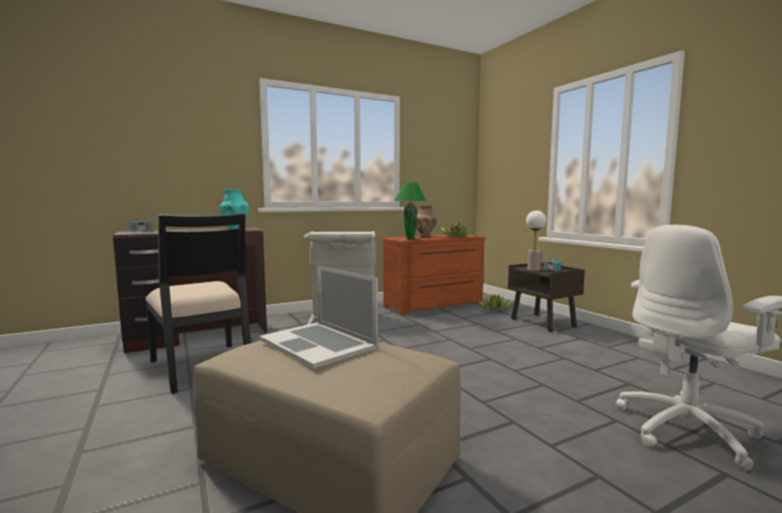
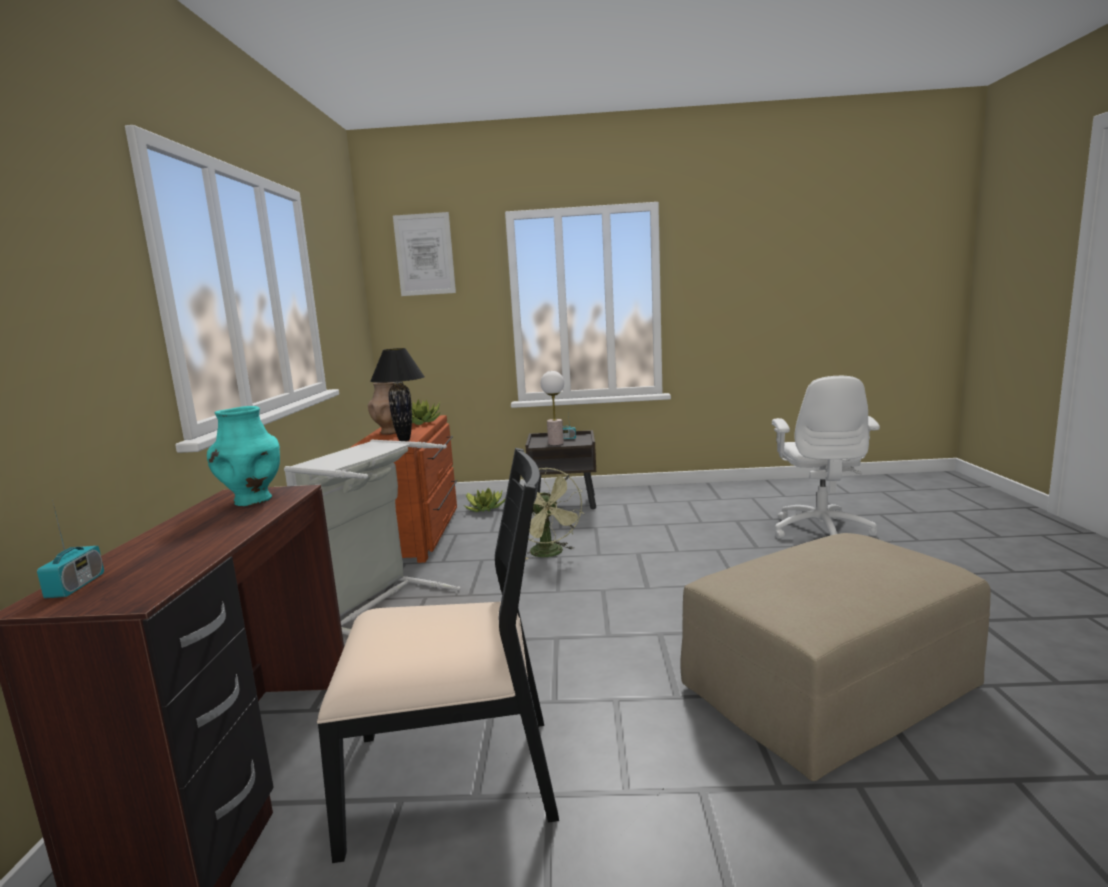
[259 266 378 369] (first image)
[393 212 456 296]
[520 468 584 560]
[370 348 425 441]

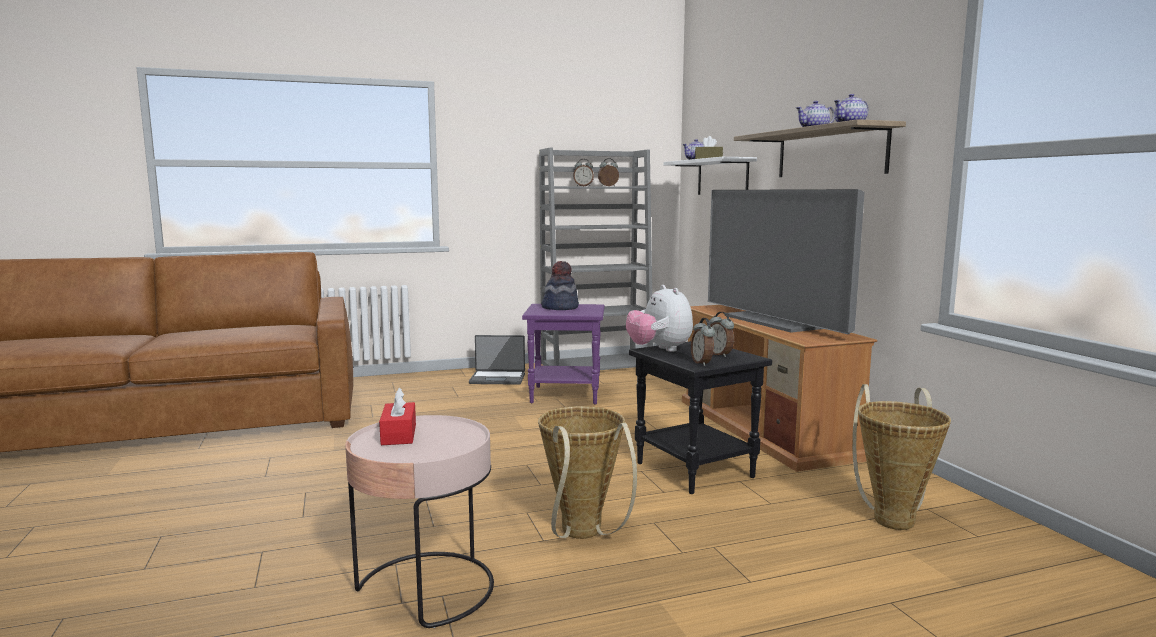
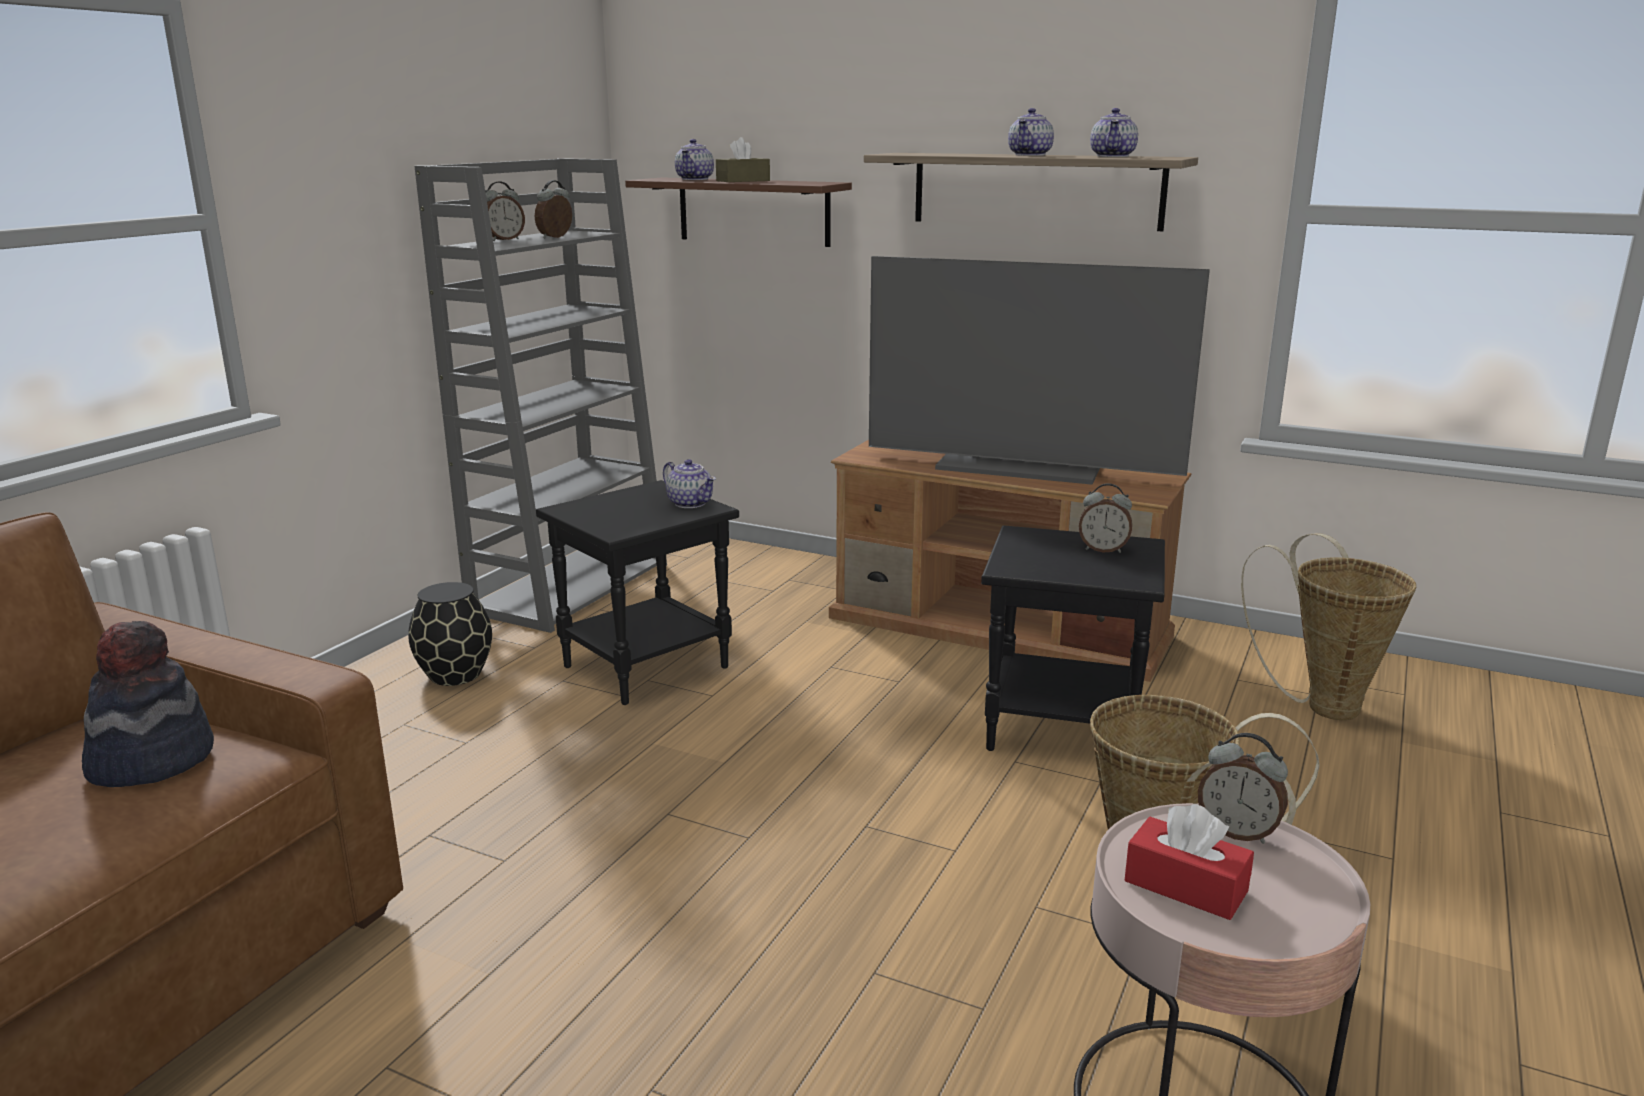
[626 285 693 352] (first image)
[663 459 716 508]
[82 621 214 787]
[1198 733 1288 844]
[408 582 492 686]
[536 480 739 705]
[625 177 852 247]

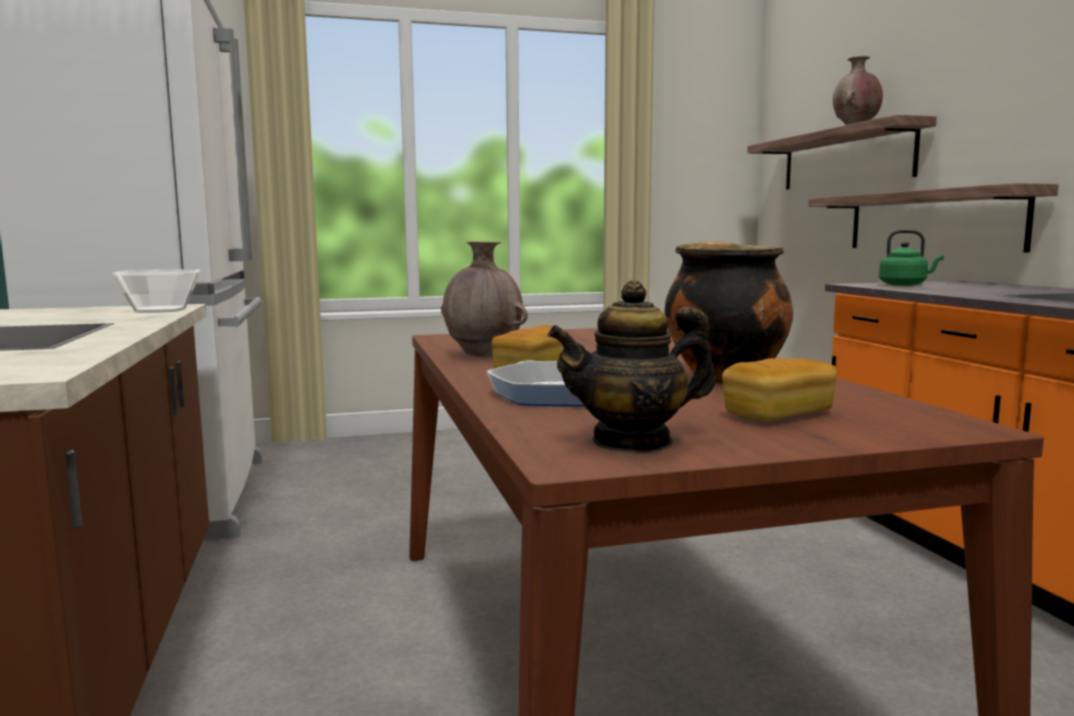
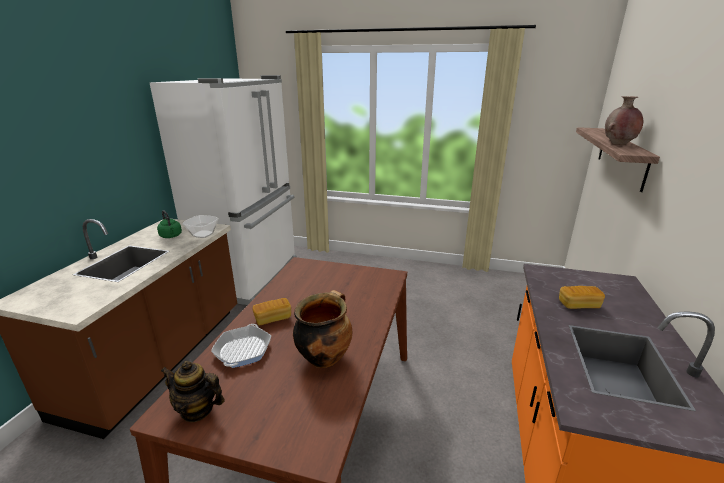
[441 241 528 357] (first image)
[808 183 1059 253] (first image)
[559 286 605 309]
[157 211 182 238]

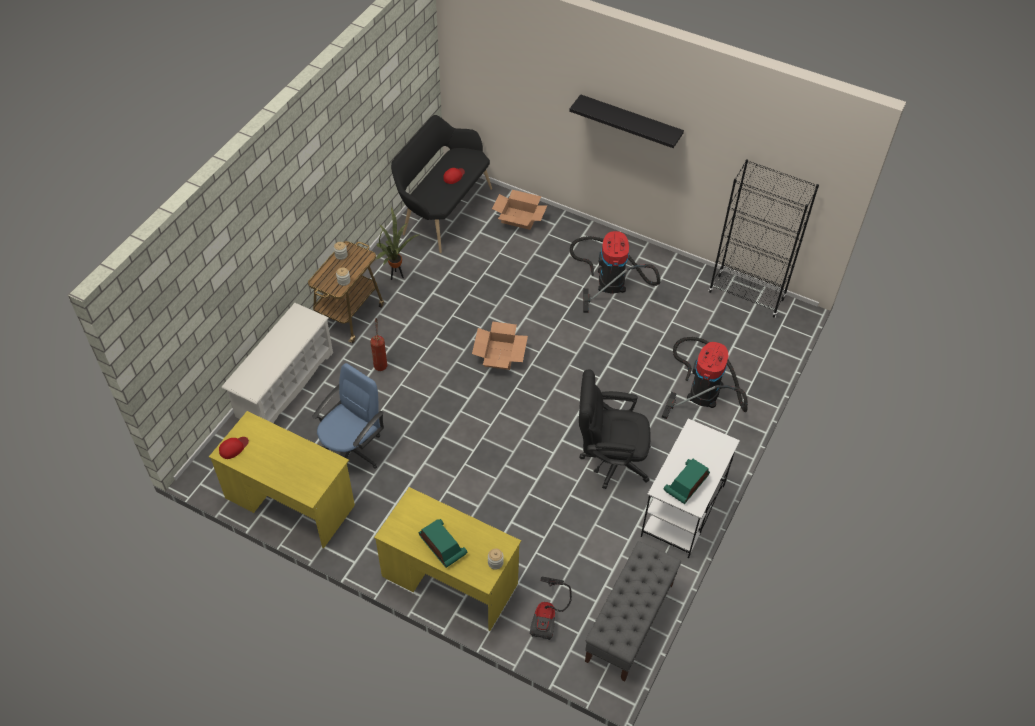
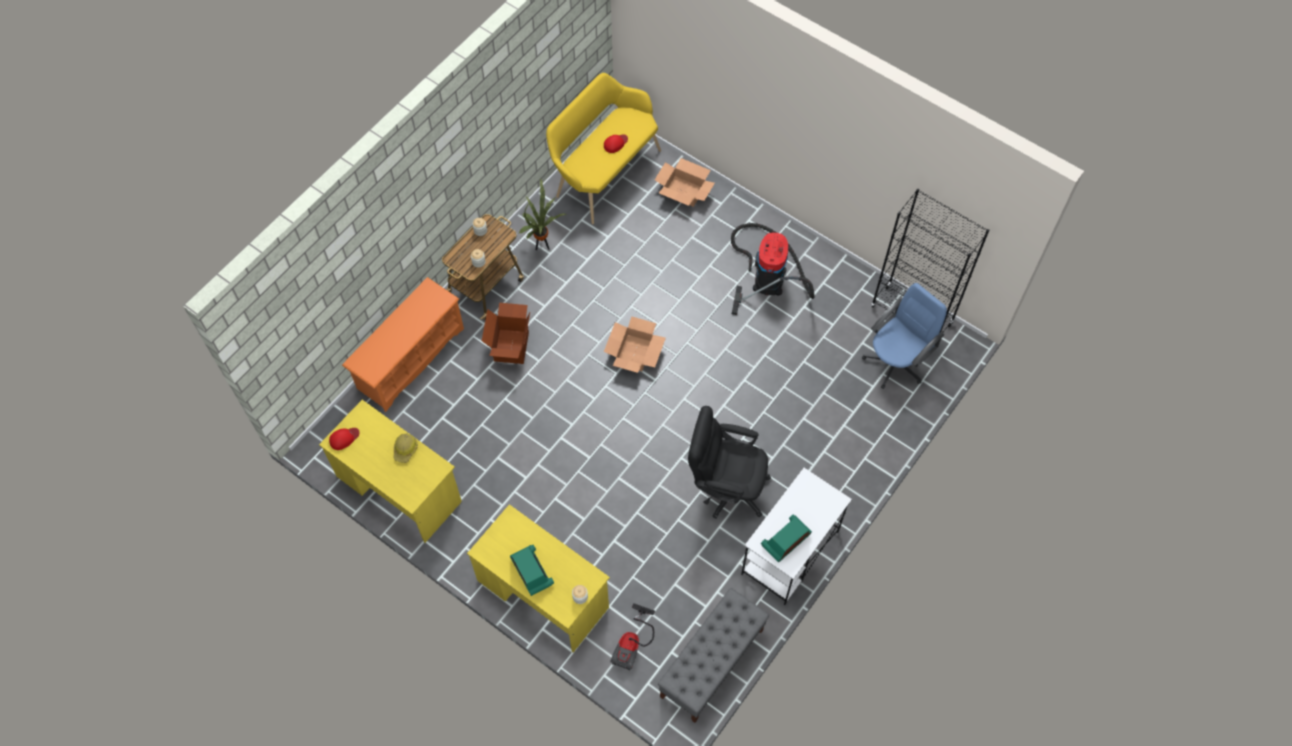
[569 94 684 148] (first image)
[662 337 748 419] (first image)
[394 434 418 463]
[862 283 947 389]
[482 303 530 364]
[342 277 464 412]
[546 73 661 224]

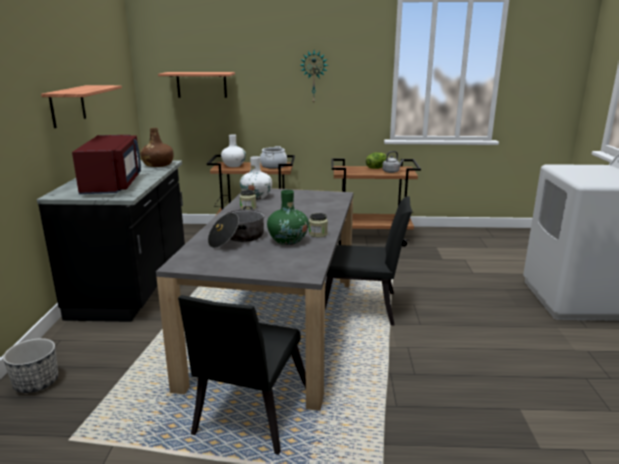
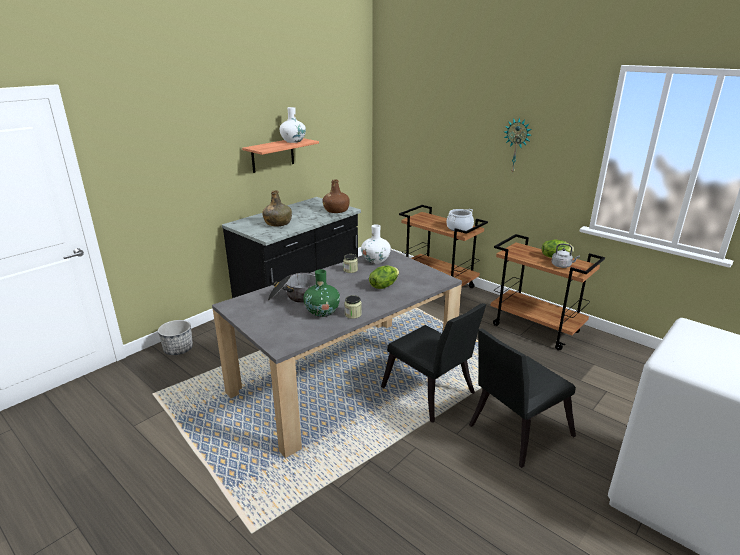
[158 72 235 98] (first image)
[369 265 399 289]
[469 329 576 468]
[280 107 306 143]
[262 190 292 227]

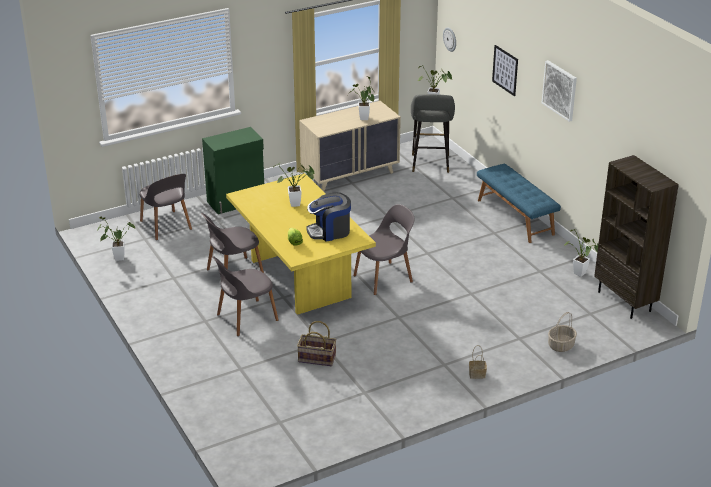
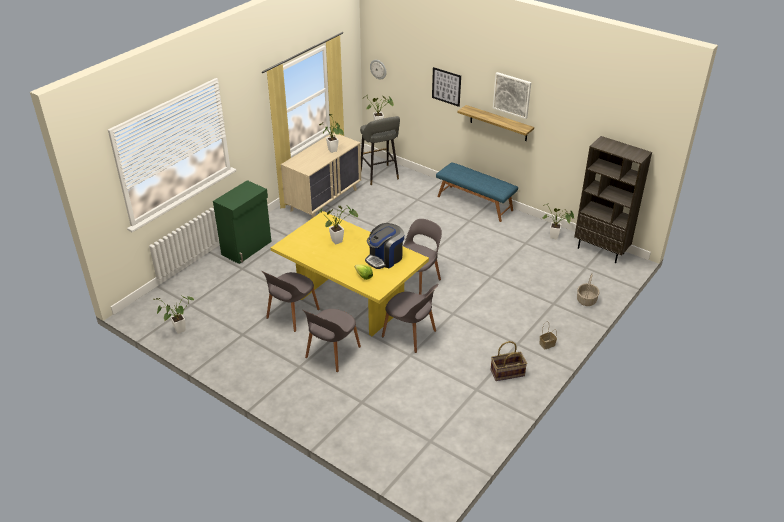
[457 105 534 141]
[382 284 438 353]
[491 341 527 381]

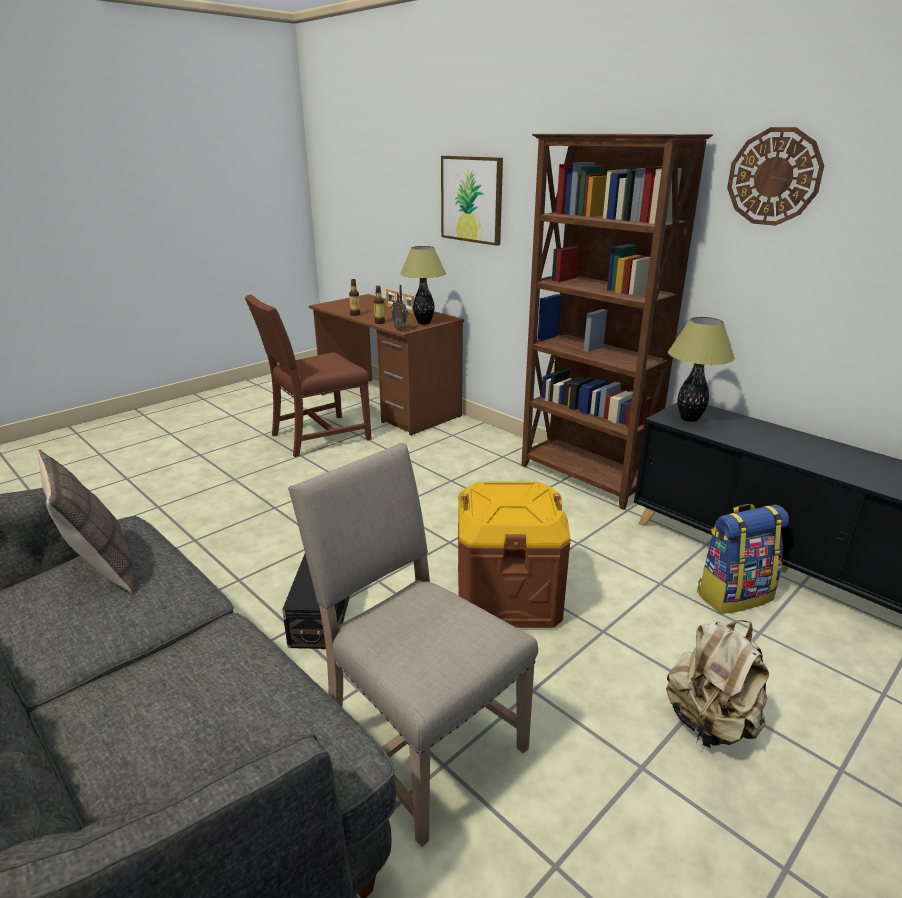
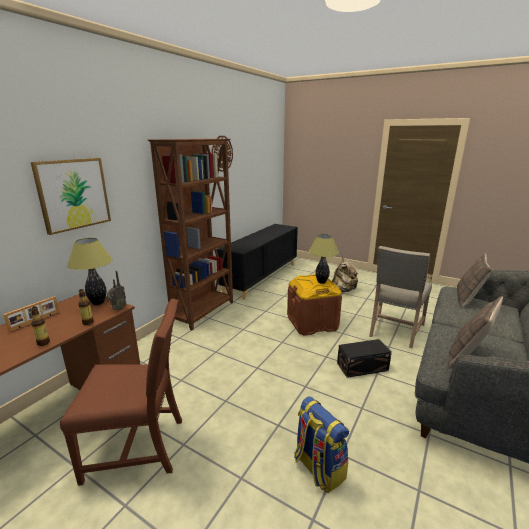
[457 253 493 308]
[309 234 339 284]
[294 396 349 493]
[60 299 182 486]

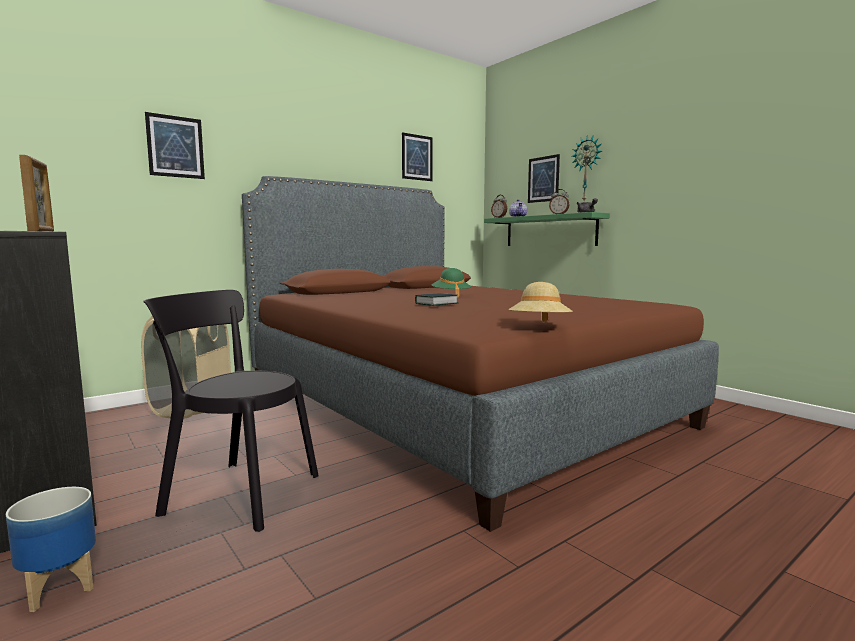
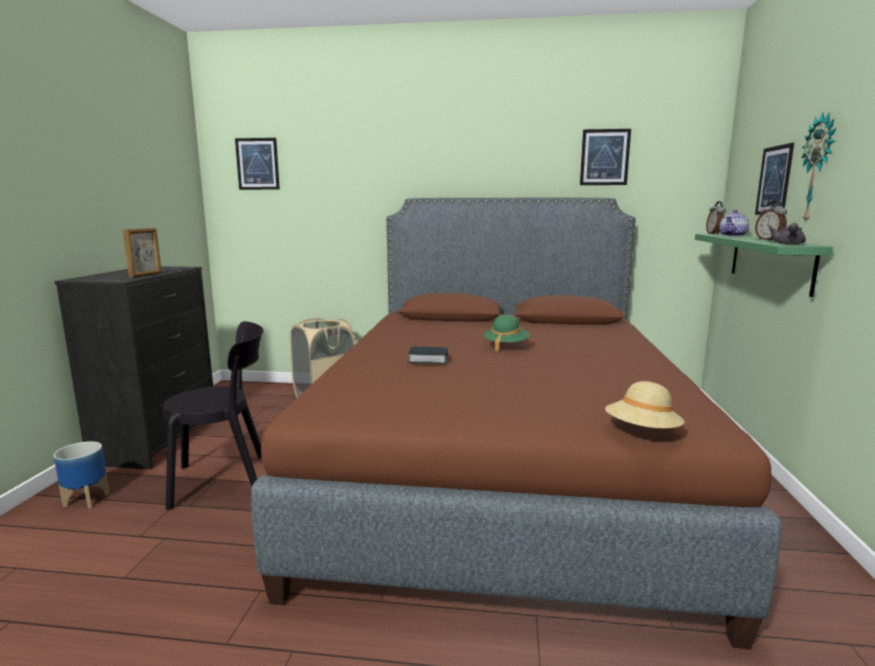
[235 138 280 190]
[605 381 685 429]
[163 321 264 510]

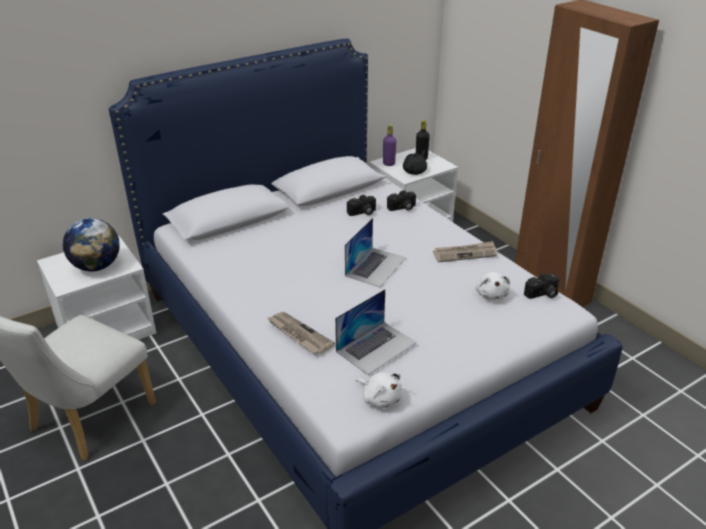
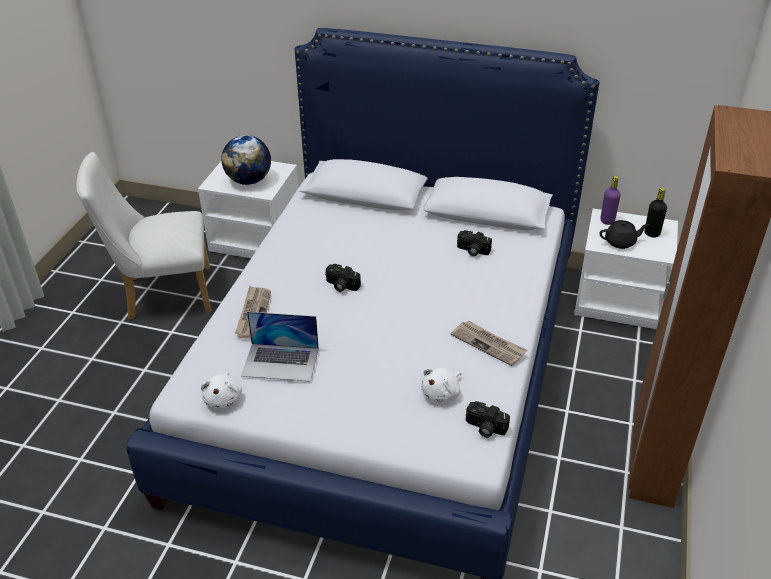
[345 218 406 288] (first image)
[325 264 361 292]

